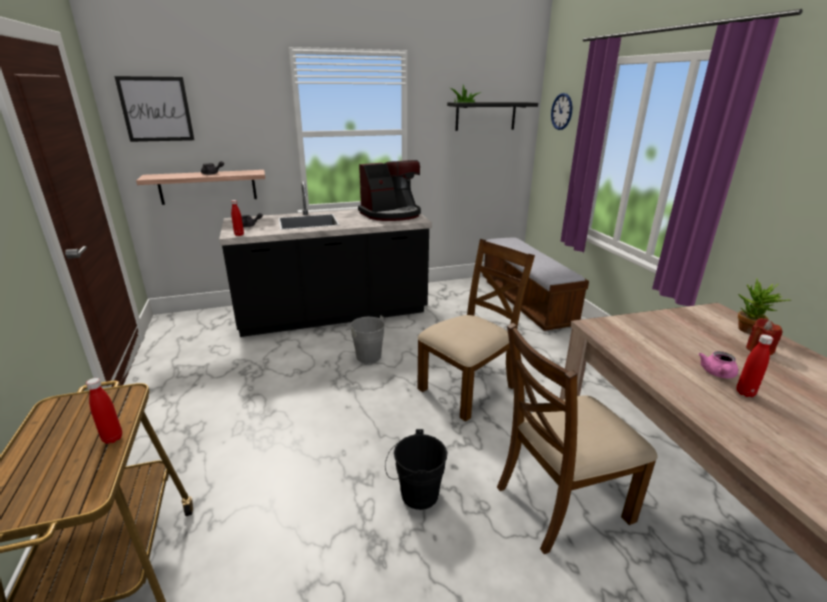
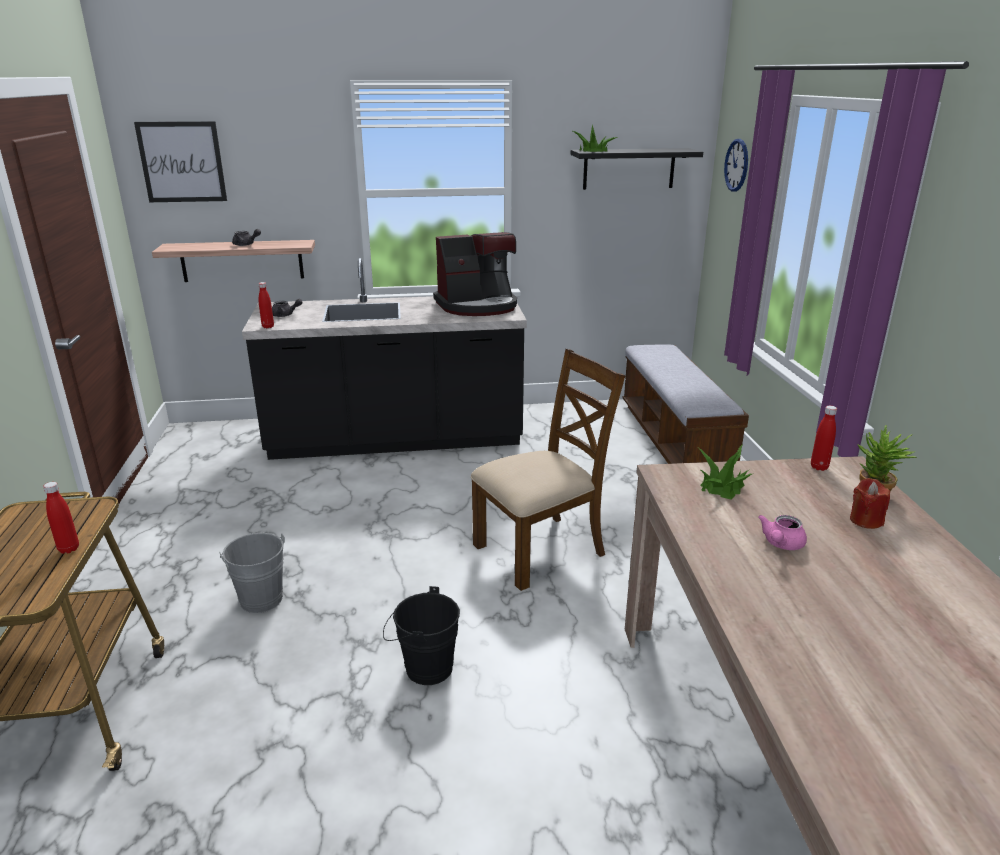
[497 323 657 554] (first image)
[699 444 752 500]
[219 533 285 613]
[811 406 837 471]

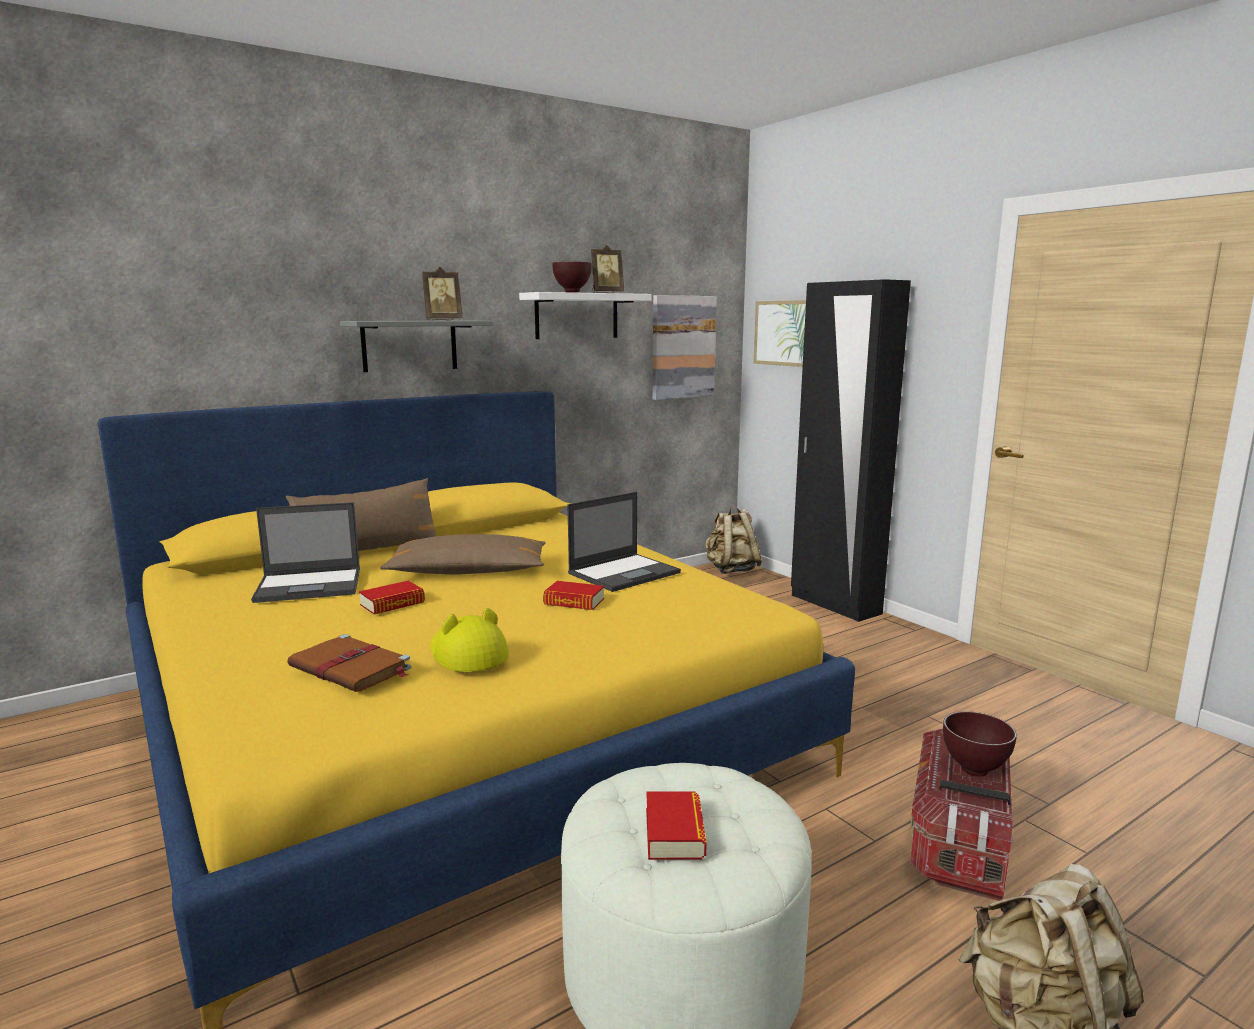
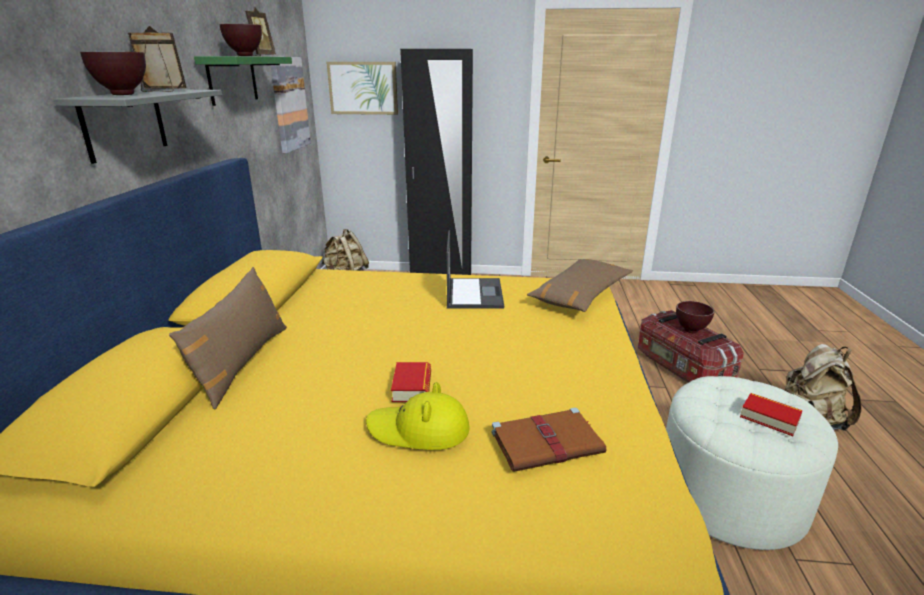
[251 502 360 603] (first image)
[543 581 604 610] (first image)
[80 52 146 95]
[527 259 633 312]
[366 382 470 450]
[194 56 292 106]
[128 26 187 92]

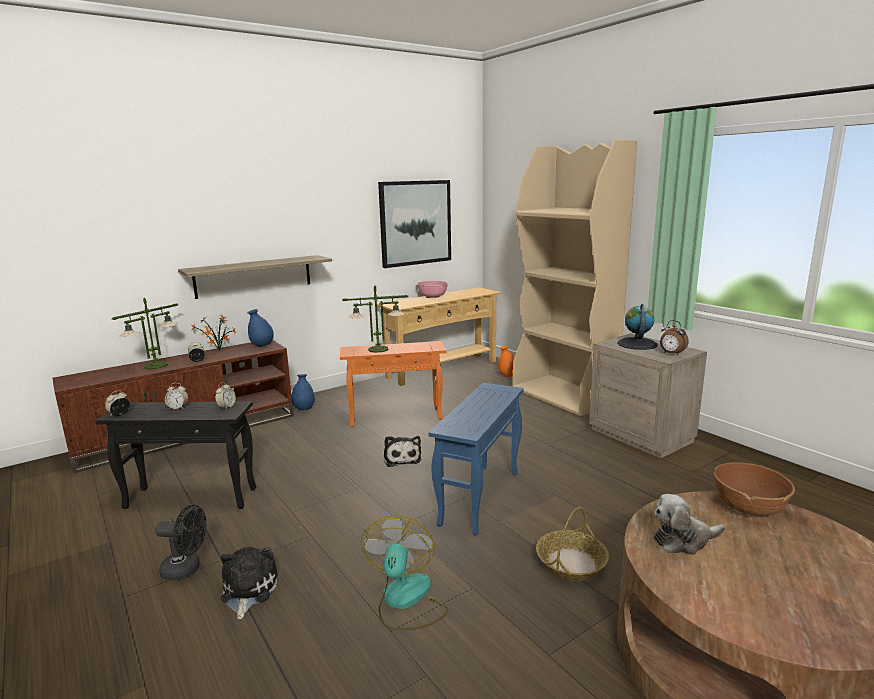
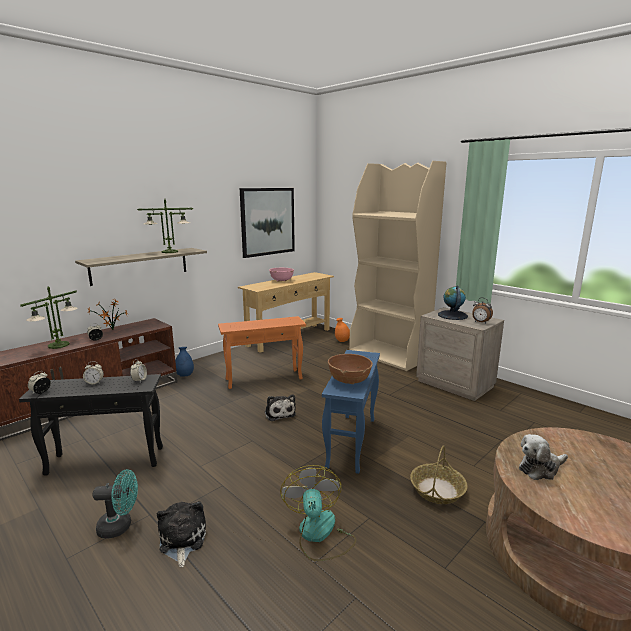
[248 309 274 347] (first image)
[137 198 193 253]
[328 354 373 384]
[93 469 138 538]

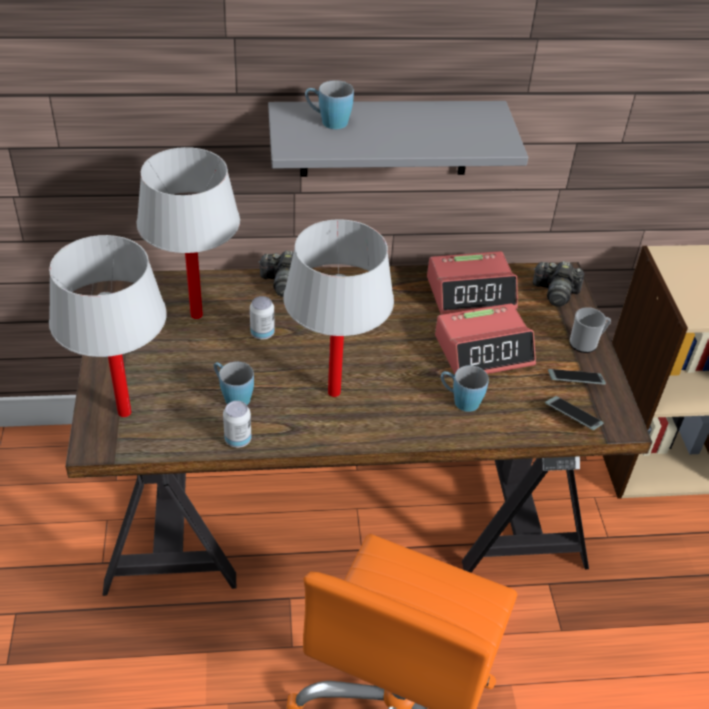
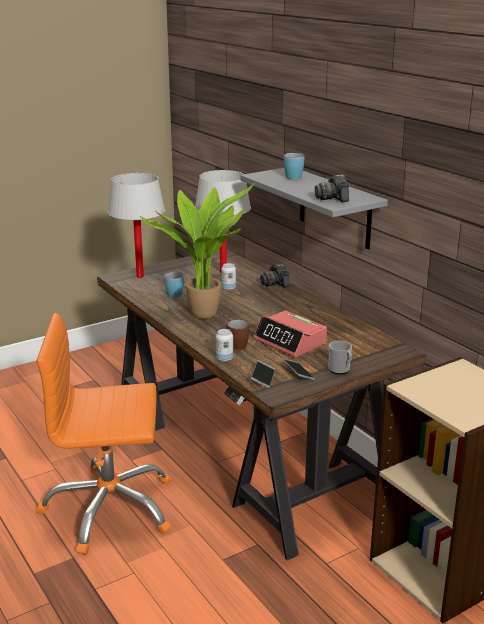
[427 251 518 315] (first image)
[216 329 233 362]
[315 174 349 202]
[140 182 255 319]
[227 319 250 350]

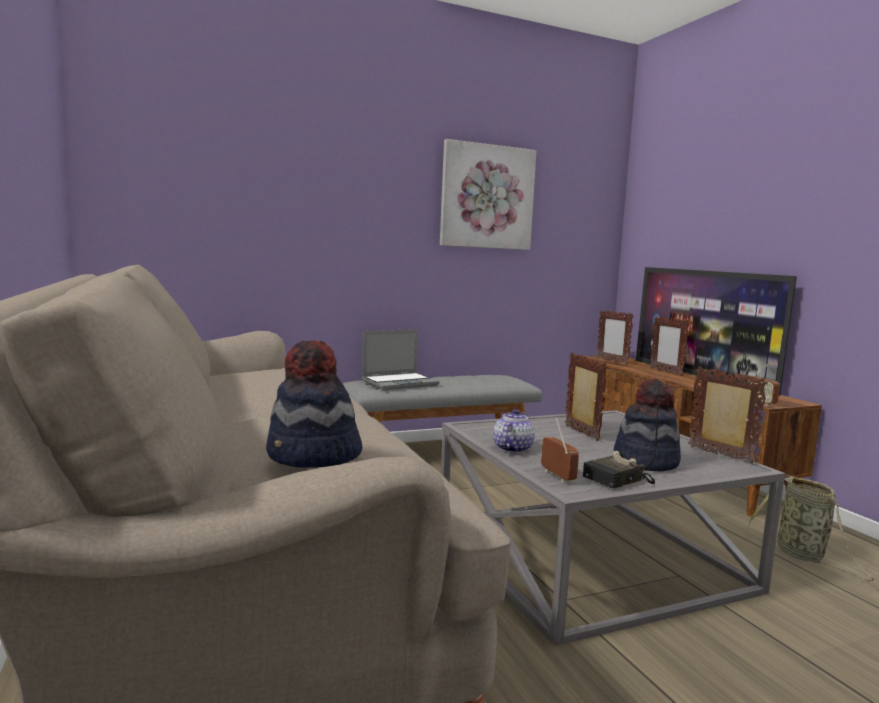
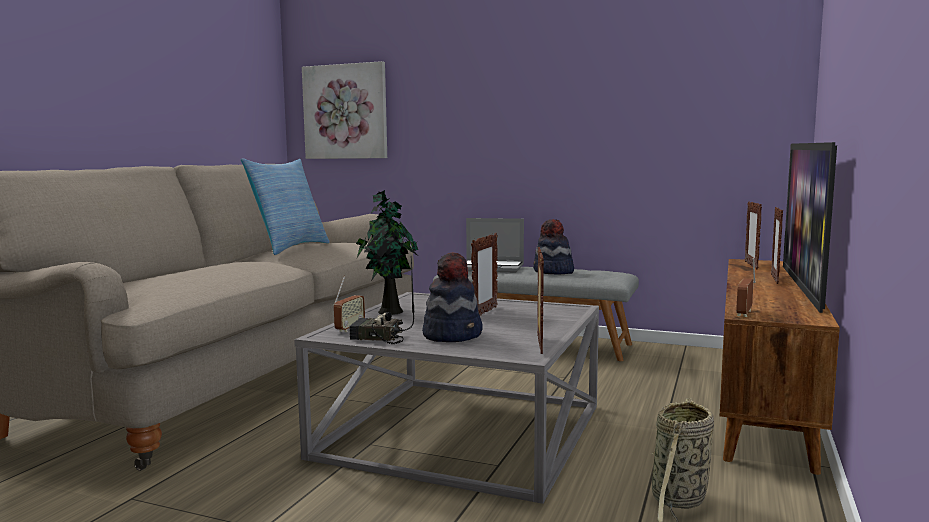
[241 158 330 255]
[533 219 574 274]
[302 61 387 159]
[356 190 418 315]

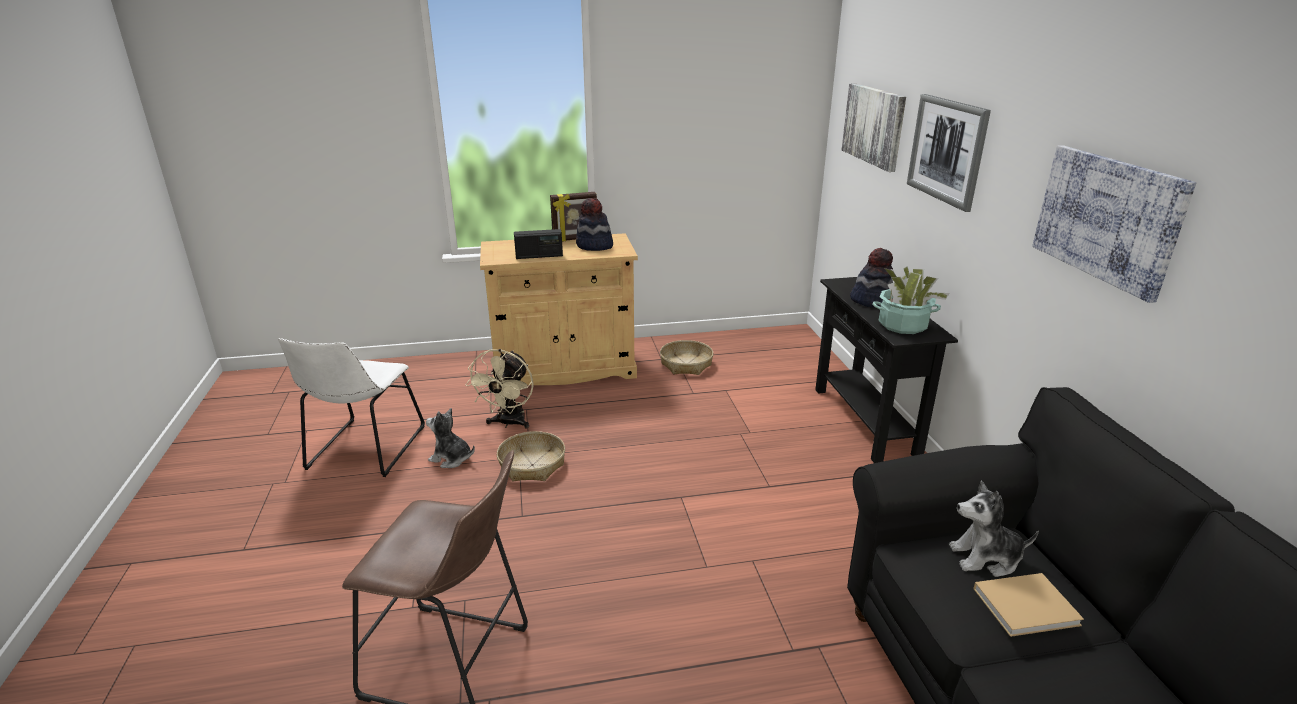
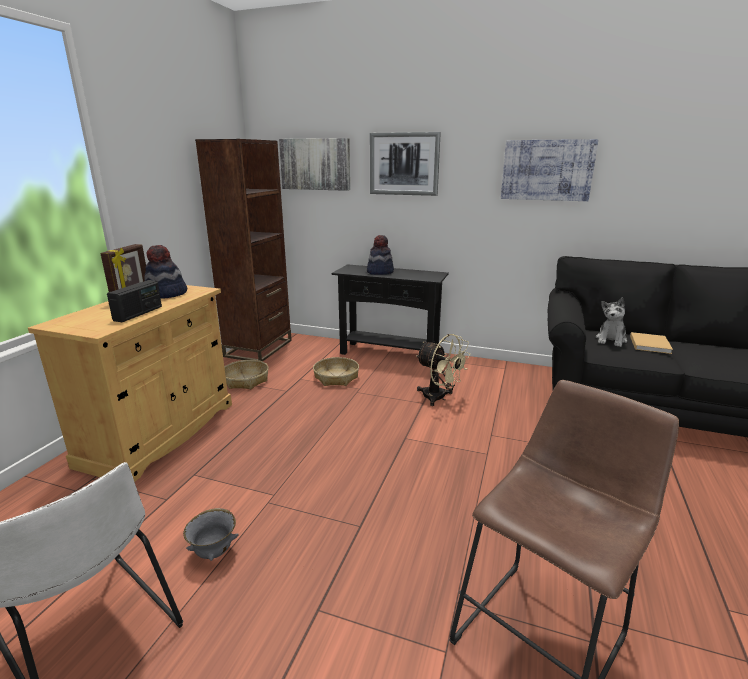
[872 266 950 334] (first image)
[195 139 292 361]
[416 334 471 406]
[313 357 359 386]
[183 508 239 561]

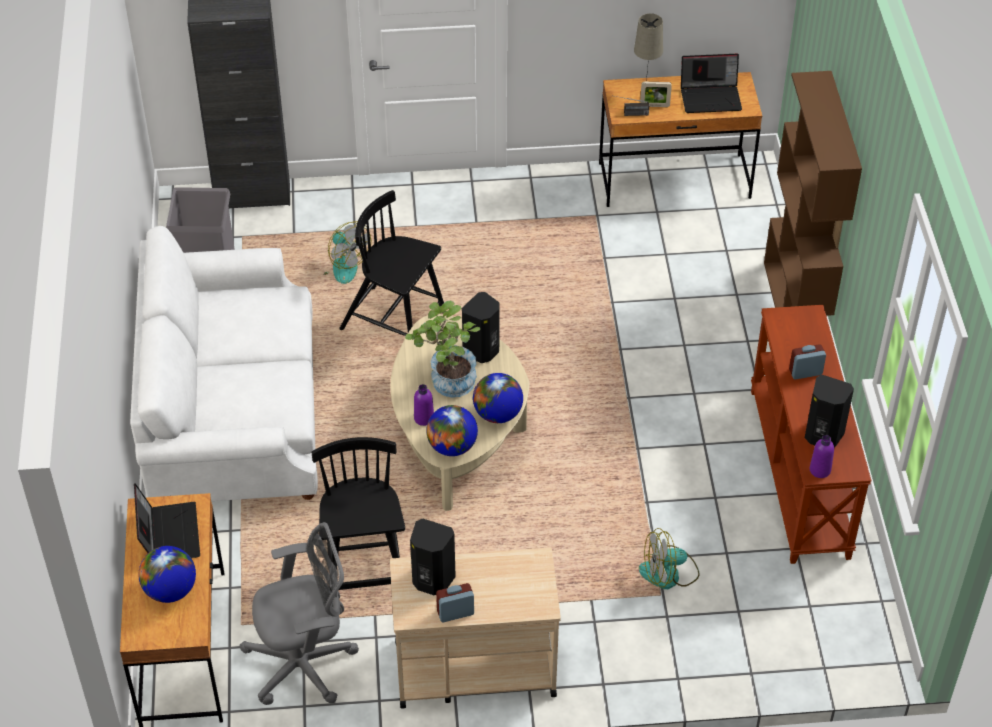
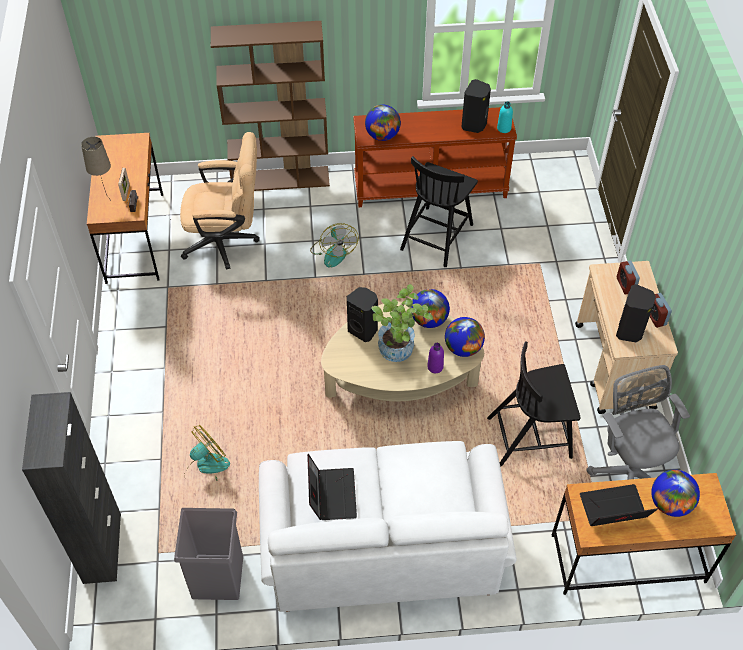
[180 132 260 269]
[365 105 401 141]
[400 156 478 267]
[310 223 359 268]
[307 454 357 520]
[617 261 640 295]
[497 101 513 133]

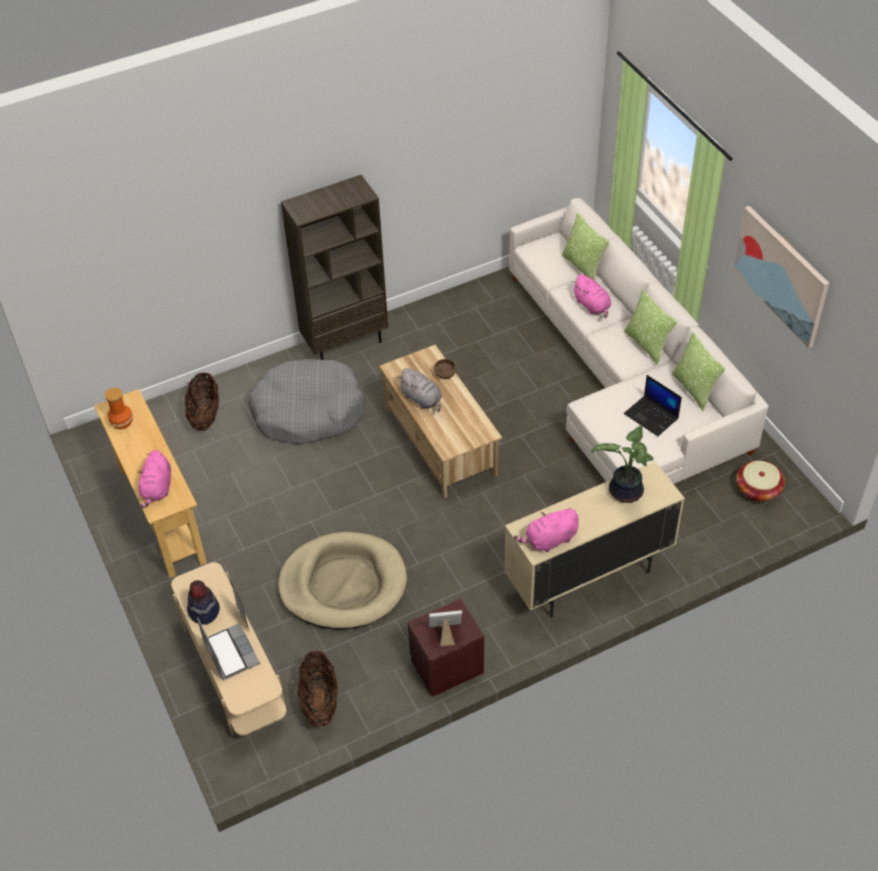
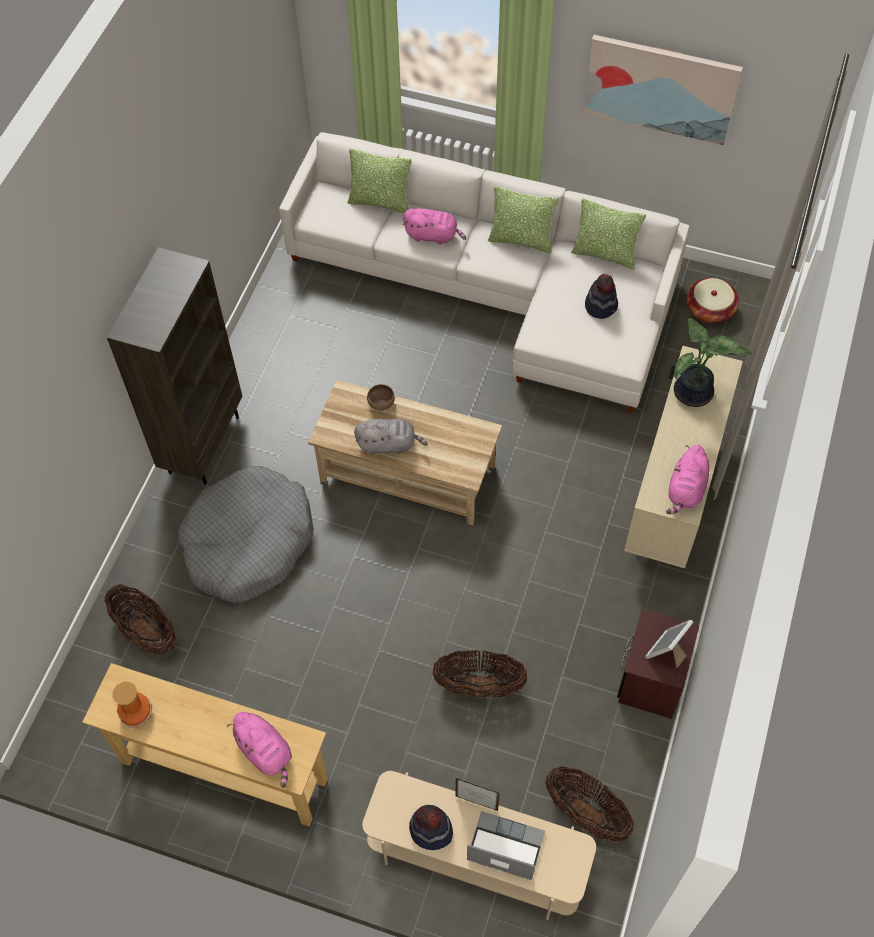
[432 650 527 698]
[585 274 618 319]

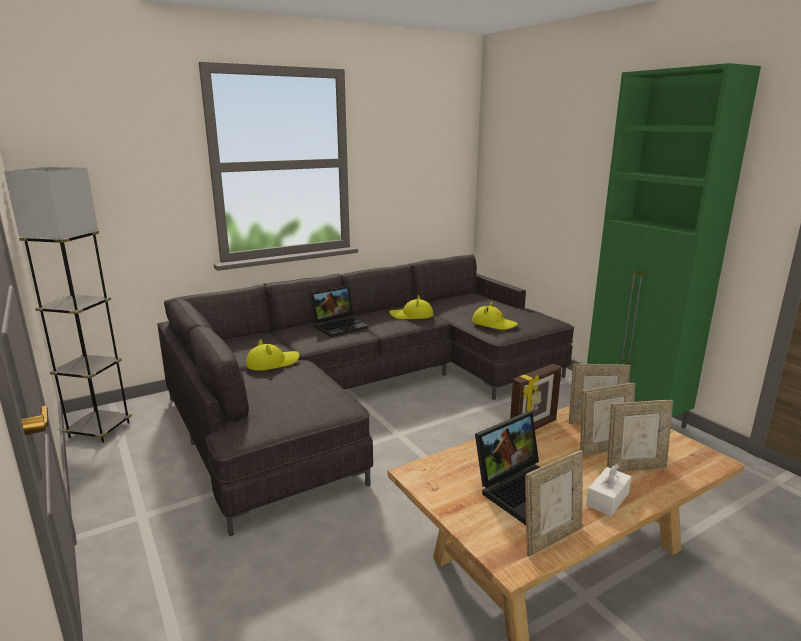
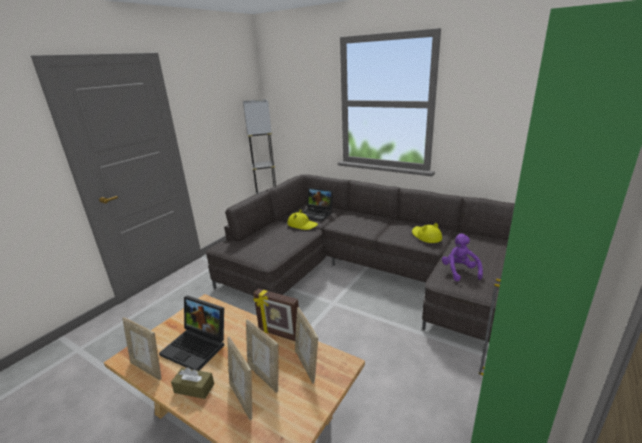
[302 188 333 221]
[442 234 483 281]
[171 367 214 399]

